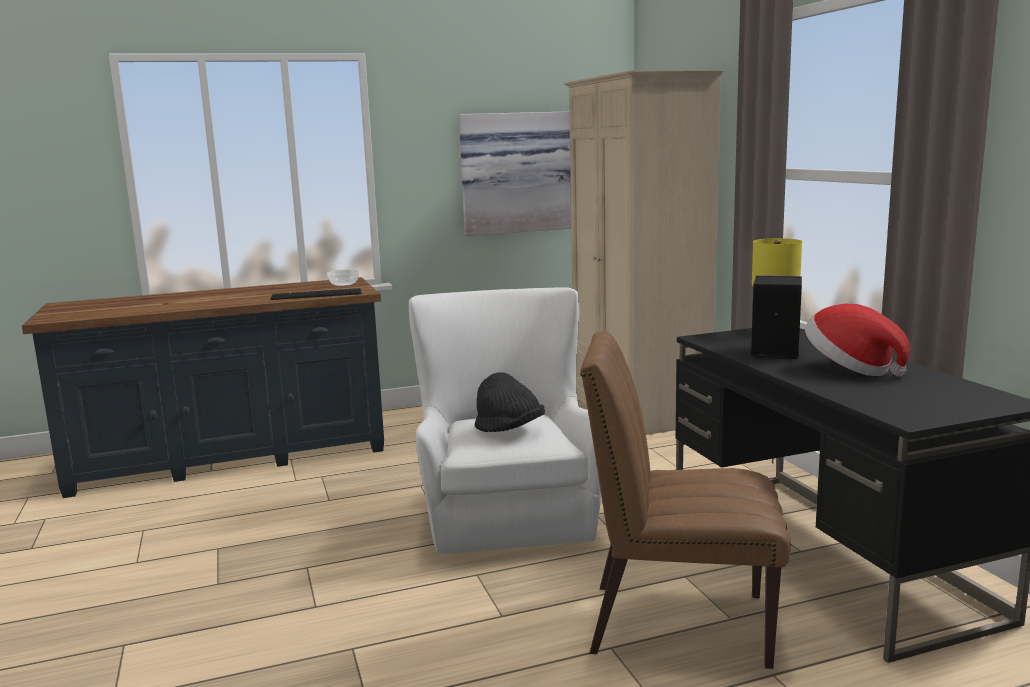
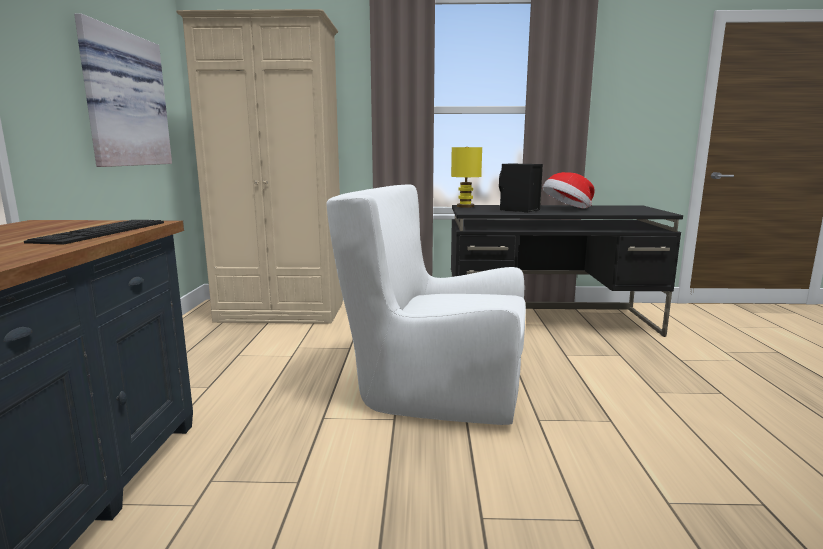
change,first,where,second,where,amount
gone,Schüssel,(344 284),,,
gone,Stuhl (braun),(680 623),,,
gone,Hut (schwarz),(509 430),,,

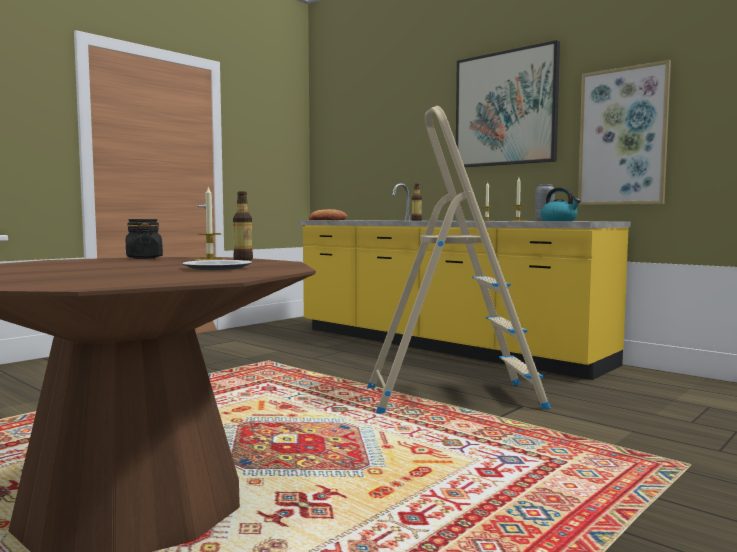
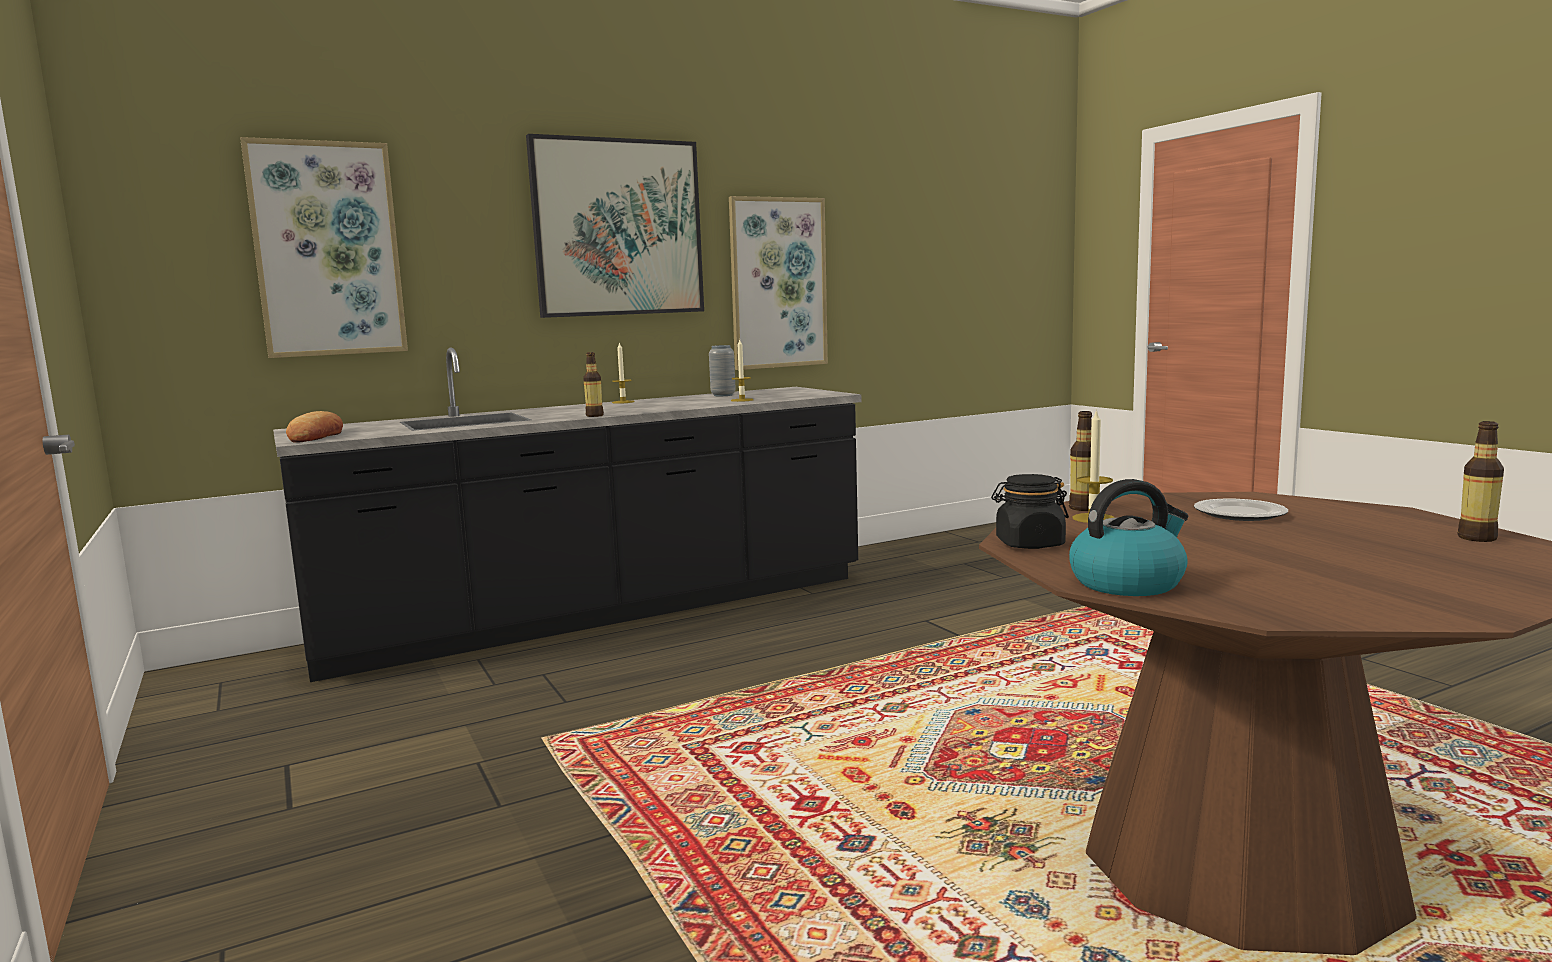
change,first,where,second,where,amount
gone,Trittleiter (beige),(454 397),,,
repainted,Küchenzeile (gelb),(440 346),Küchenzeile (schwarz),(601 613),
shifted,Wasserkessel,(559 221),,(1128 583),
new,,,Bild,(327 250),
new,,,Flasche,(1477 538),

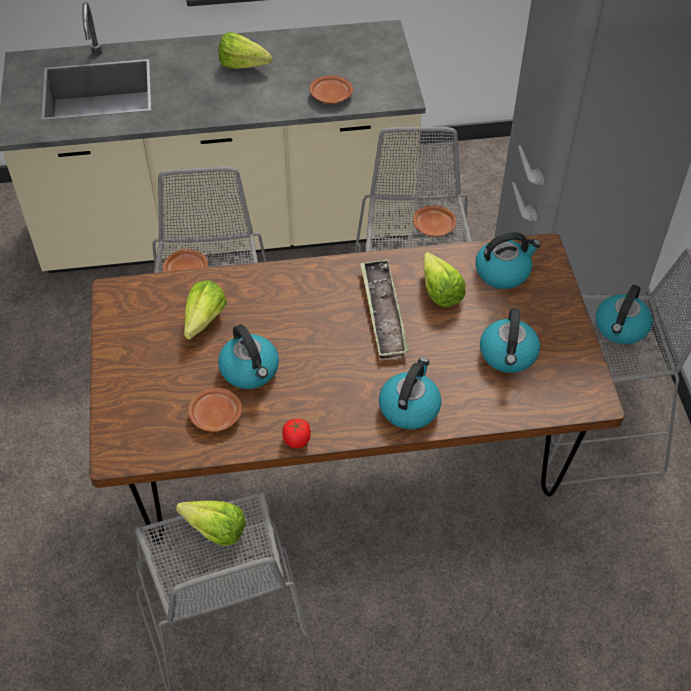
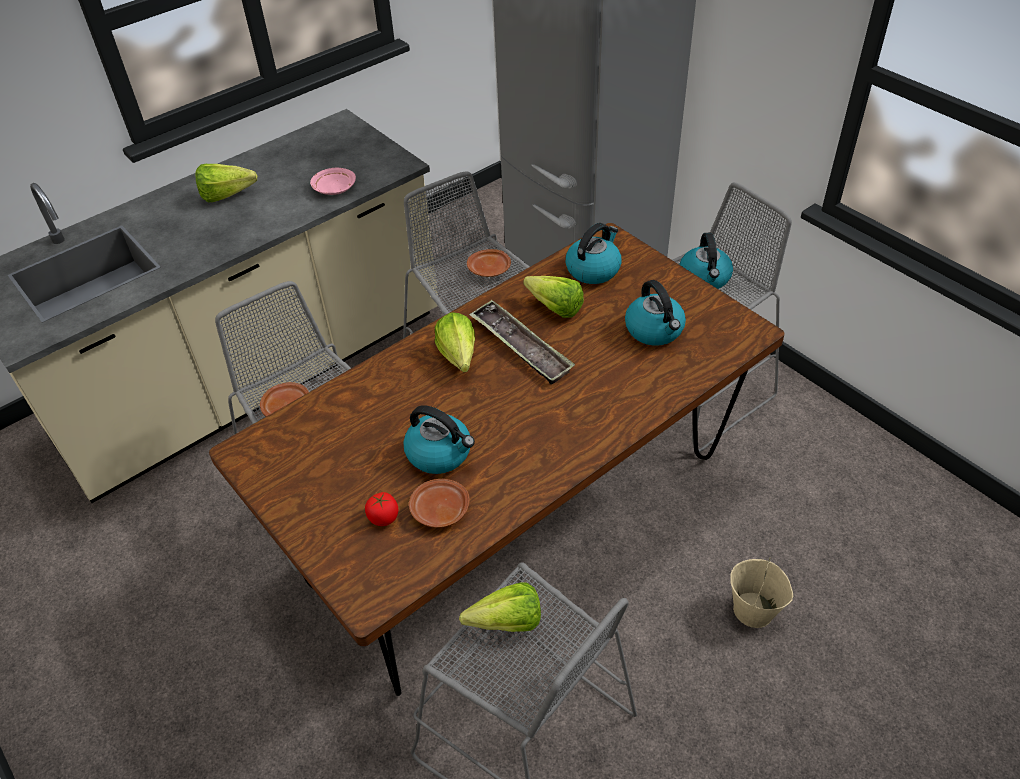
change,first,where,second,where,amount
repainted,Teller (braun),(330 96),Teller (rosa),(334 188),
shifted,Salatkopf,(201 325),,(458 360),
gone,Wasserkessel,(409 407),,,
shifted,Tomate,(297 440),,(383 517),
new,,,Eimer (beige),(754 610),

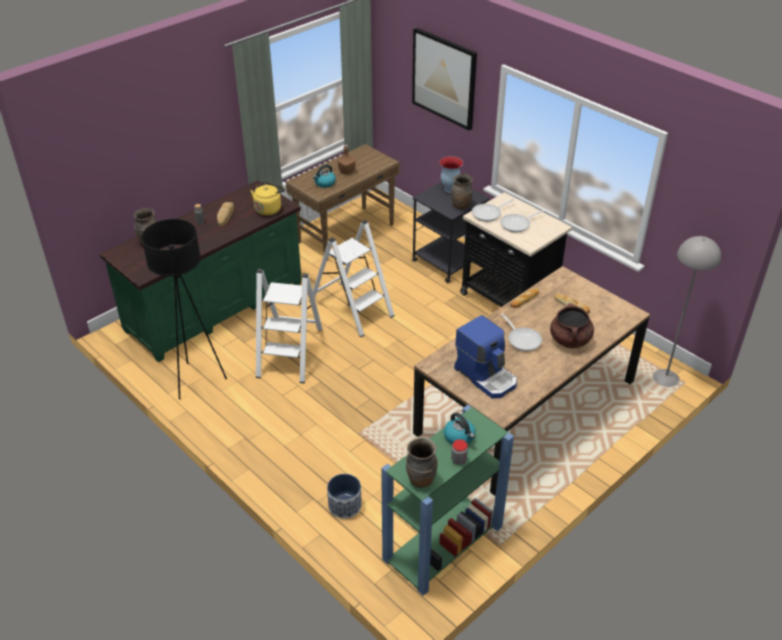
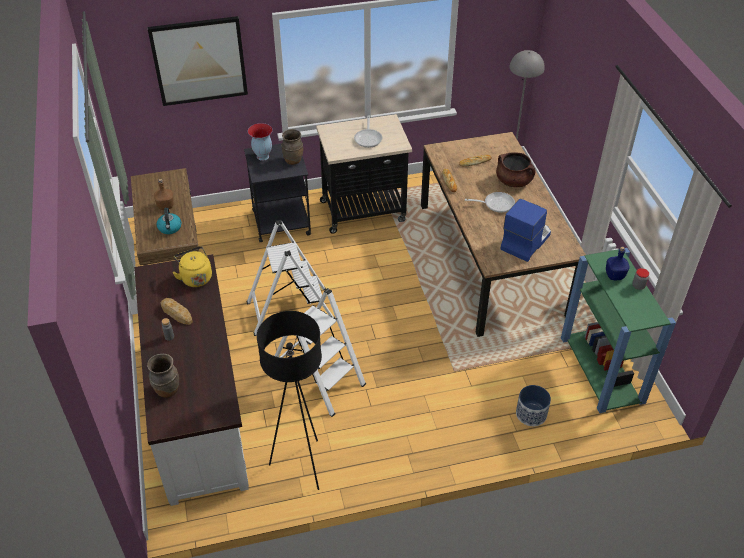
change,first,where,second,where,amount
repainted,Schrank (grün),(216 306),Schrank (weiß),(199 410),
gone,Pfanne,(488 214),,,
rotated,Kaffeemaschine,(486 376),,(525 241),45 degrees counterclockwise
swapped,Wasserkessel,(459 437),Flasche (blau),(614 275),
gone,Vase (braun),(420 479),,,

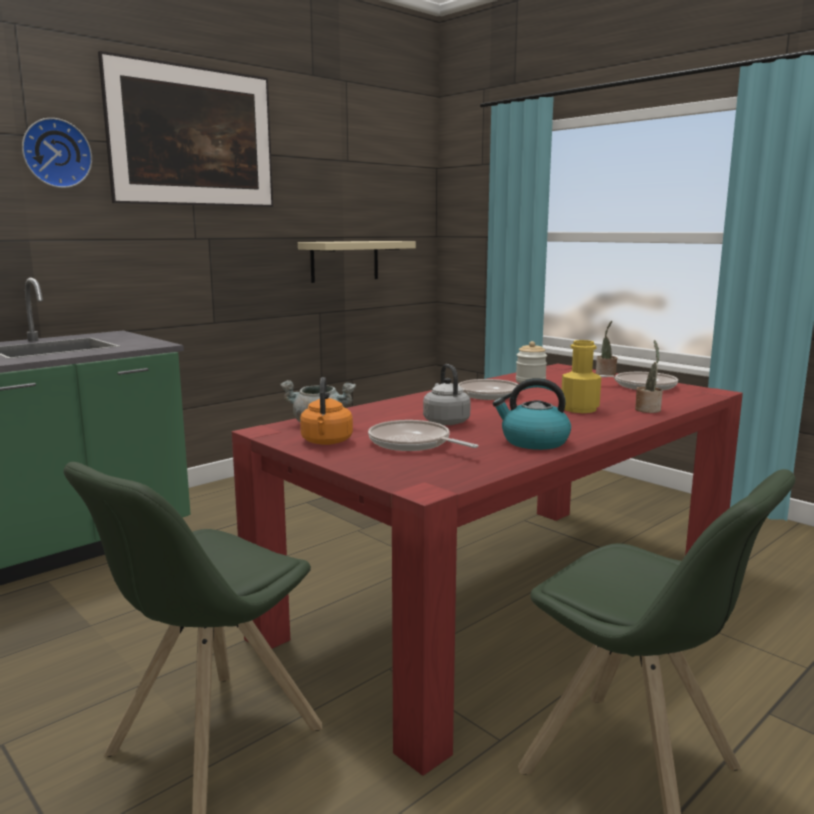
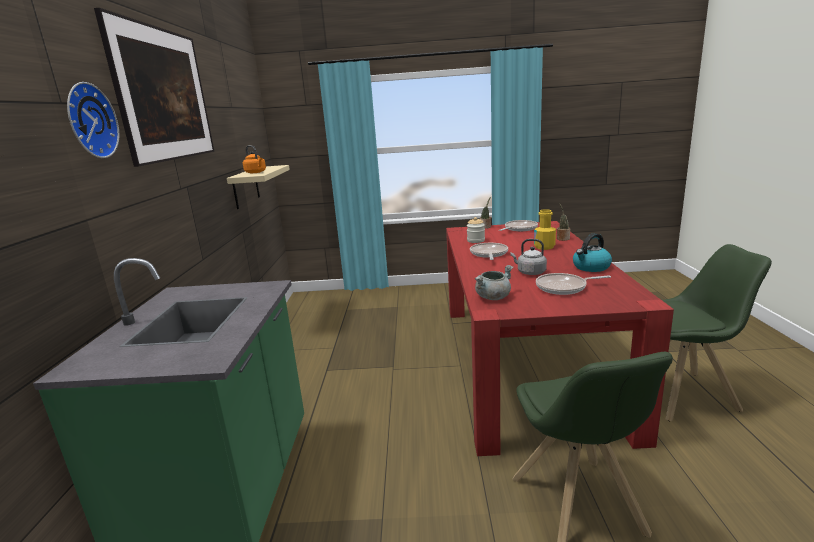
change,first,where,second,where,amount
shifted,Wasserkessel (orange),(326 442),,(256 172),

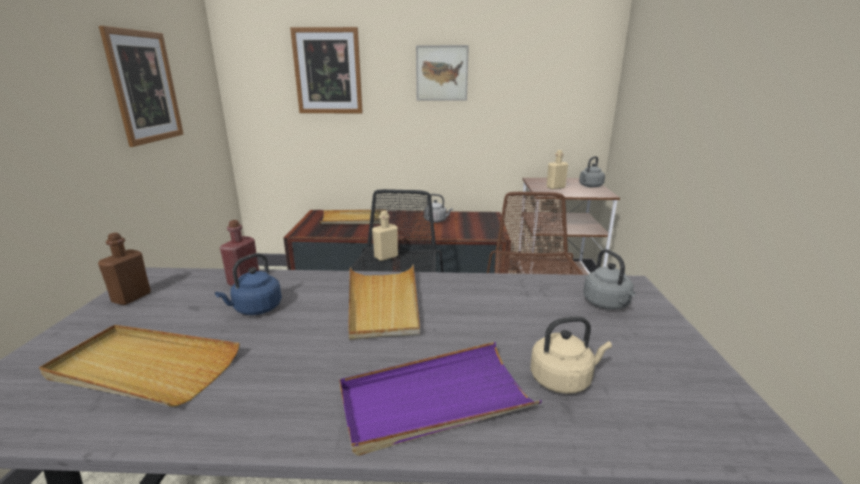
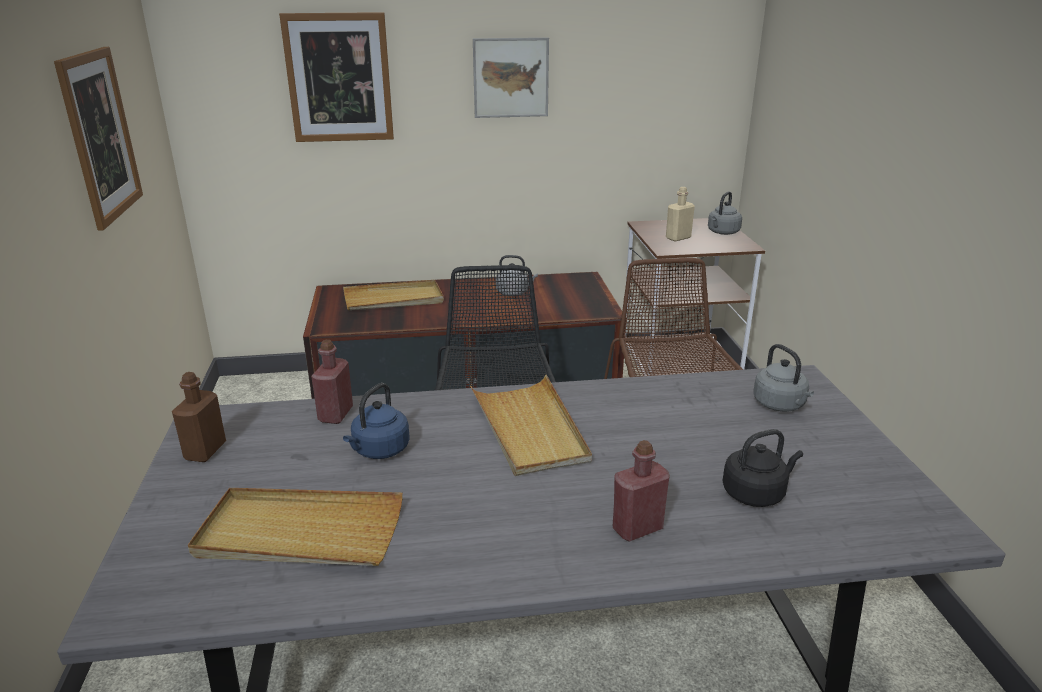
change,first,where,second,where,amount
gone,Flasche (beige),(386 257),,,
repainted,Wasserkessel (beige),(563 379),Wasserkessel (schwarz),(756 493),
swapped,Tablett (lila),(434 400),Flasche (rot),(637 528),

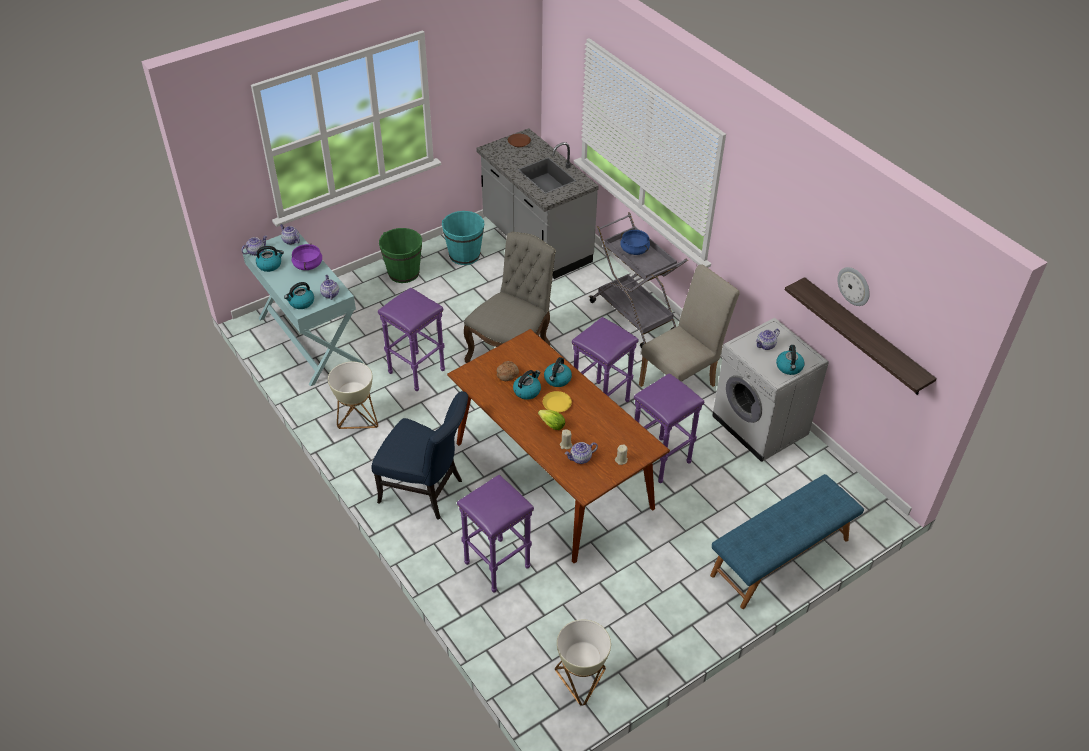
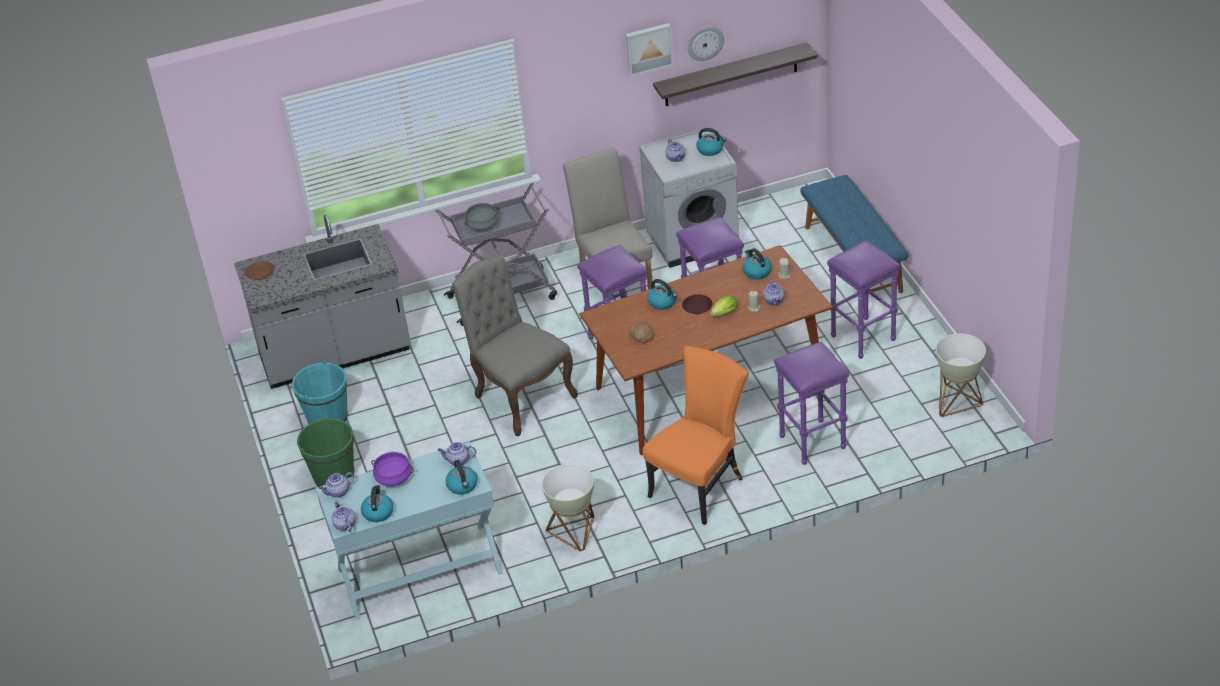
change,first,where,second,where,amount
repainted,Kochtopf (blau),(634 250),Kochtopf (grau),(483 225),
shifted,Hocker (lila),(416 372),,(864 337),
shifted,Wasserkessel,(527 391),,(756 272),
repainted,Stuhl (blau),(426 491),Stuhl (orange),(701 485),
repainted,Teller (gelb),(556 404),Teller (braun),(697 307),
new,,,Bild,(648 48),

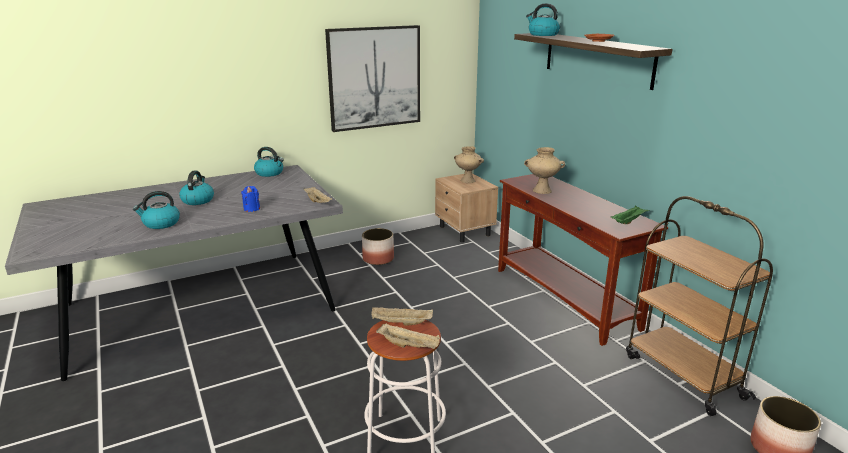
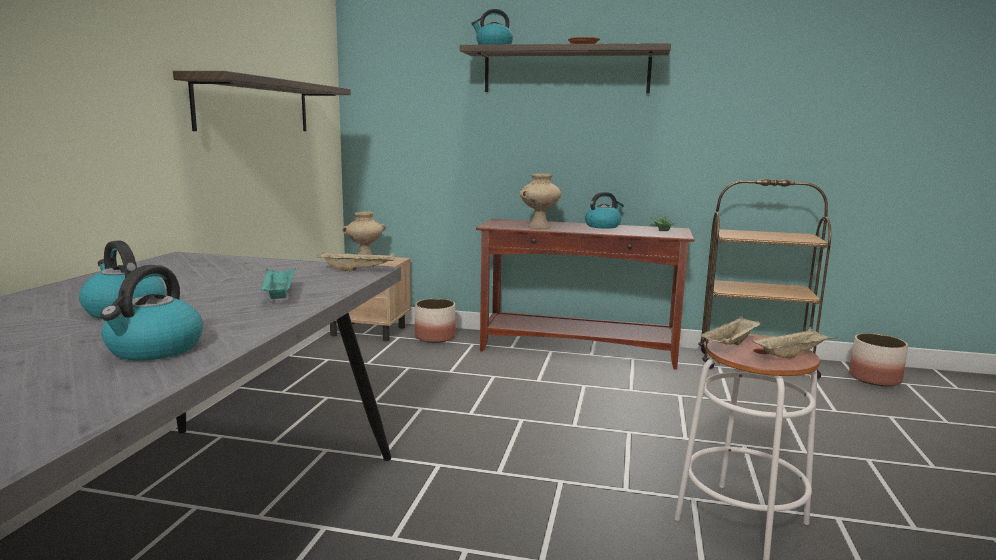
change,first,where,second,where,amount
swapped,Bild,(374 78),Wandregal,(255 106),
shifted,Wasserkessel,(270 173),,(603 226),
swapped,Kerze (blau),(252 209),Tablett (türkis),(279 295),
shifted,Pflanzkübel,(378 259),,(435 337),

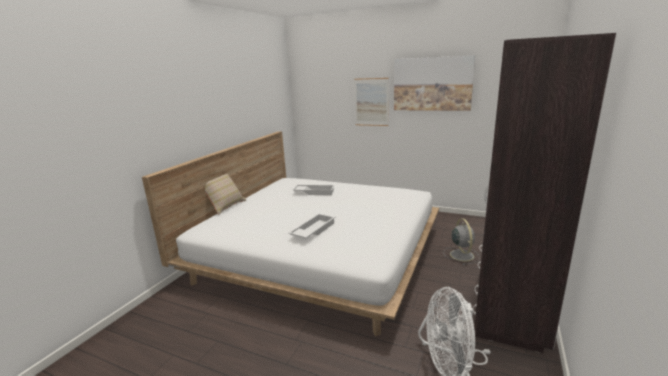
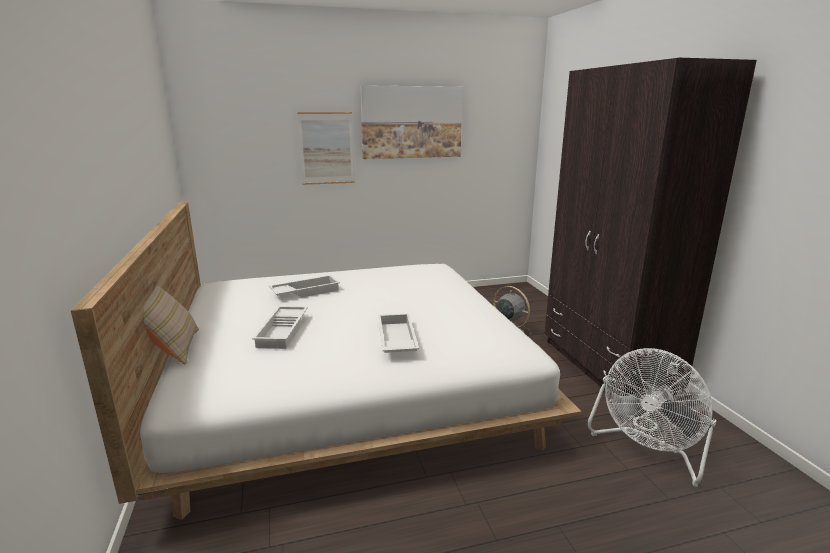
change,first,where,second,where,amount
new,,,Tablett (weiß),(283 331),

